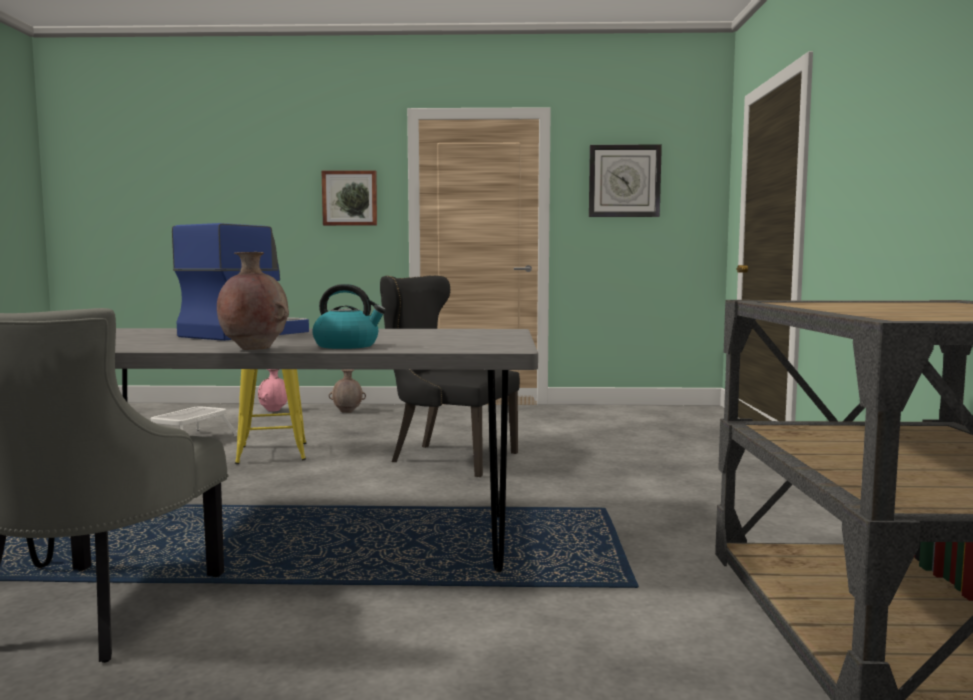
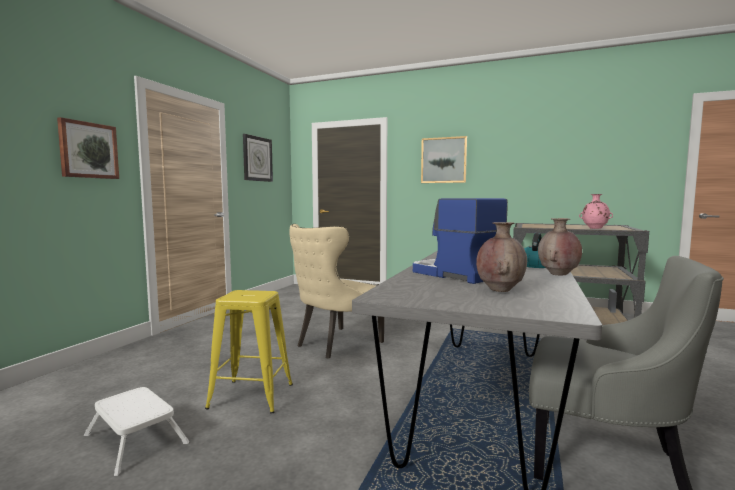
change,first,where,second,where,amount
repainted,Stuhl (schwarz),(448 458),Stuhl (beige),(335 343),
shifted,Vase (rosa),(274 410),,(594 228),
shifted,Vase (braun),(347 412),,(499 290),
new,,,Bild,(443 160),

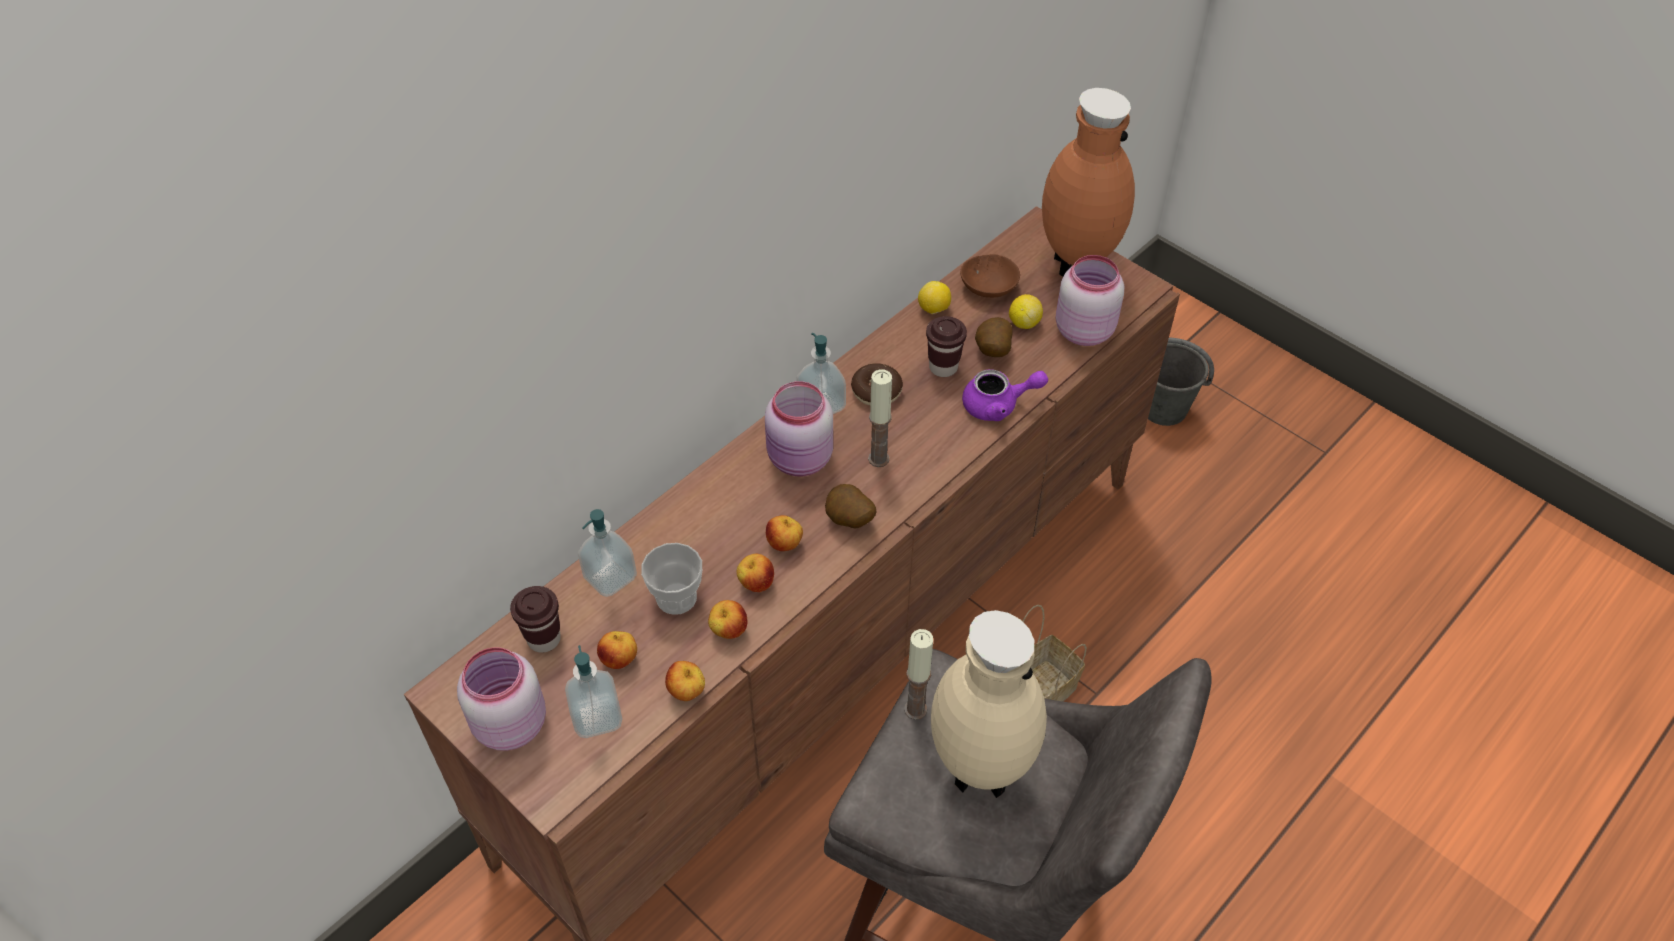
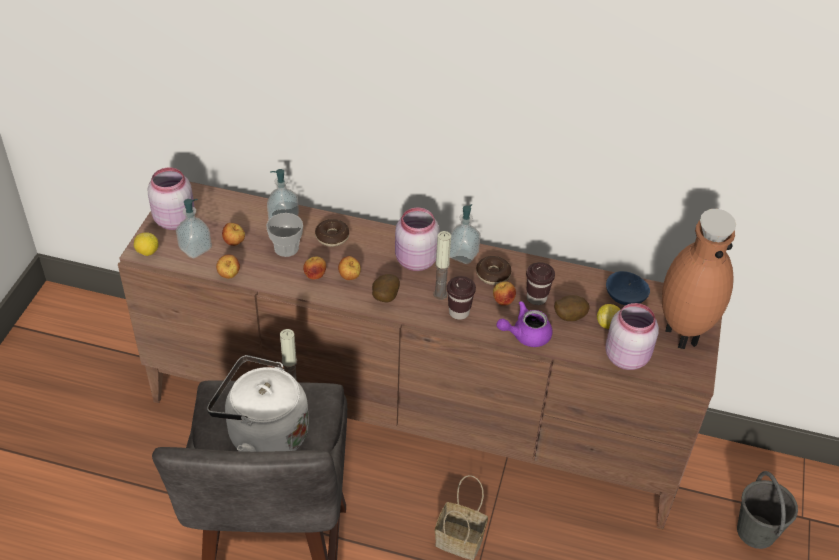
change,first,where,second,where,amount
repainted,Schüssel (braun),(988 288),Schüssel (blau),(624 296),
shifted,Zitrone,(934 309),,(147 252),
rotated,Teekanne (lila),(998 405),,(525 335),105 degrees clockwise
shifted,Tasse (braun),(544 639),,(459 312),
shifted,Apfel,(728 630),,(503 301),
swapped,Vase (beige),(977 774),Wasserkessel (weiß),(263 433),
new,,,Donut,(332 237),

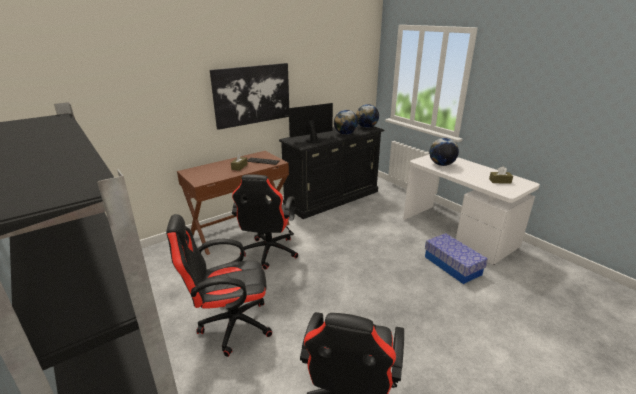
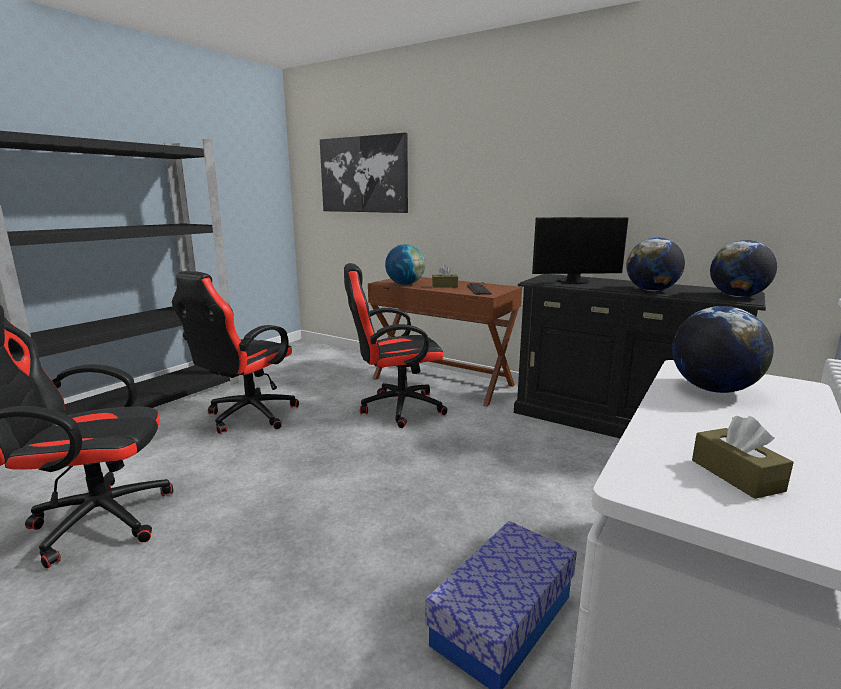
change,first,where,second,where,amount
shifted,Bild,(252 95),,(363 174),
rotated,Monitor,(313 140),,(574 282),135 degrees clockwise
rotated,Bürostuhl (schwarz),(229 326),,(246 418),120 degrees counterclockwise
new,,,Globus,(405 284),

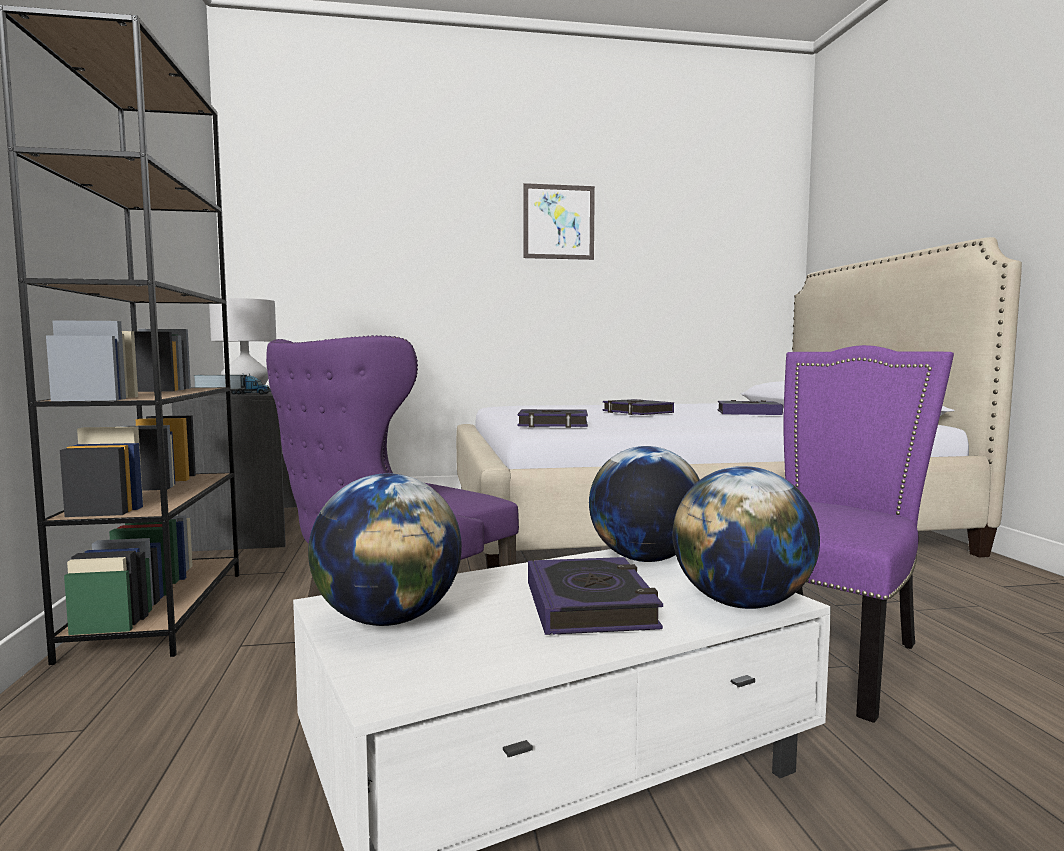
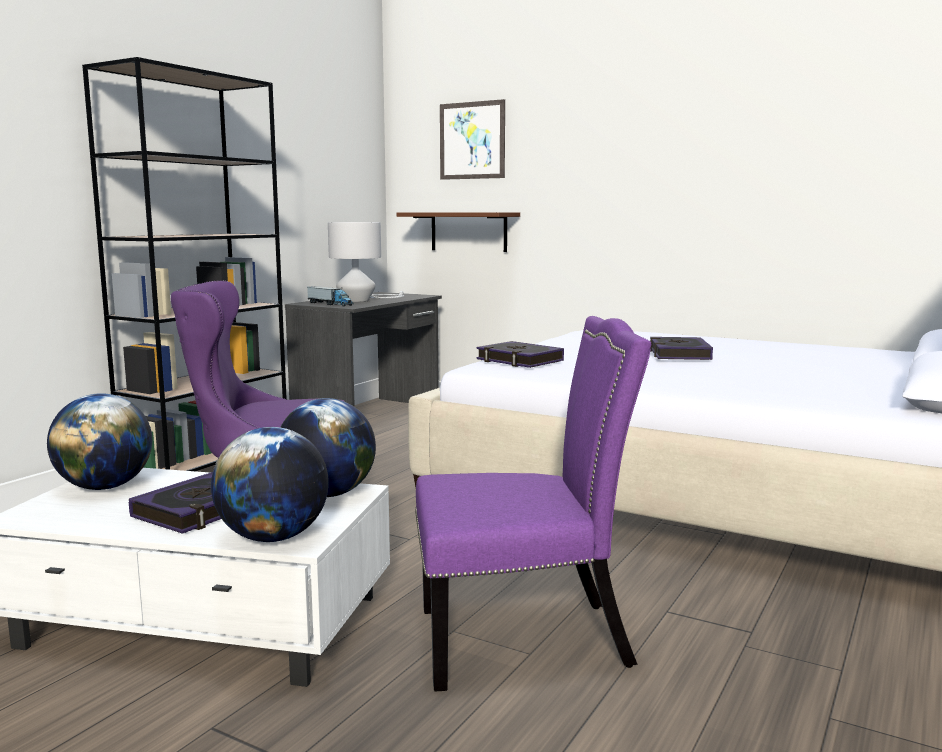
change,first,where,second,where,amount
shifted,Bild,(558 222),,(472 140),
gone,Buch,(748 413),,,
new,,,Wandregal (braun),(468 231),

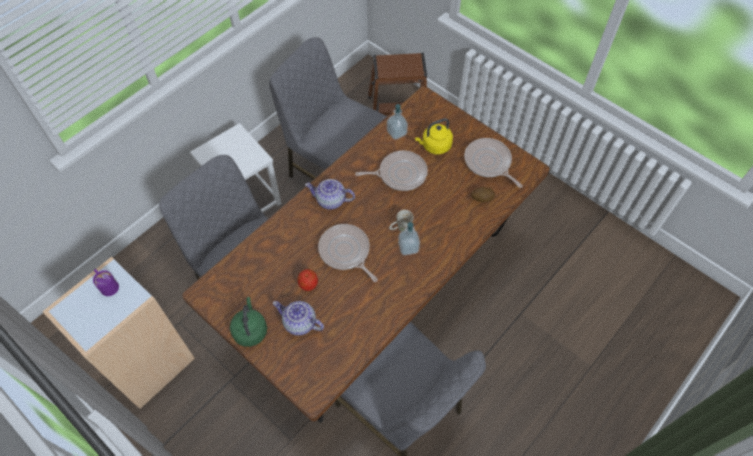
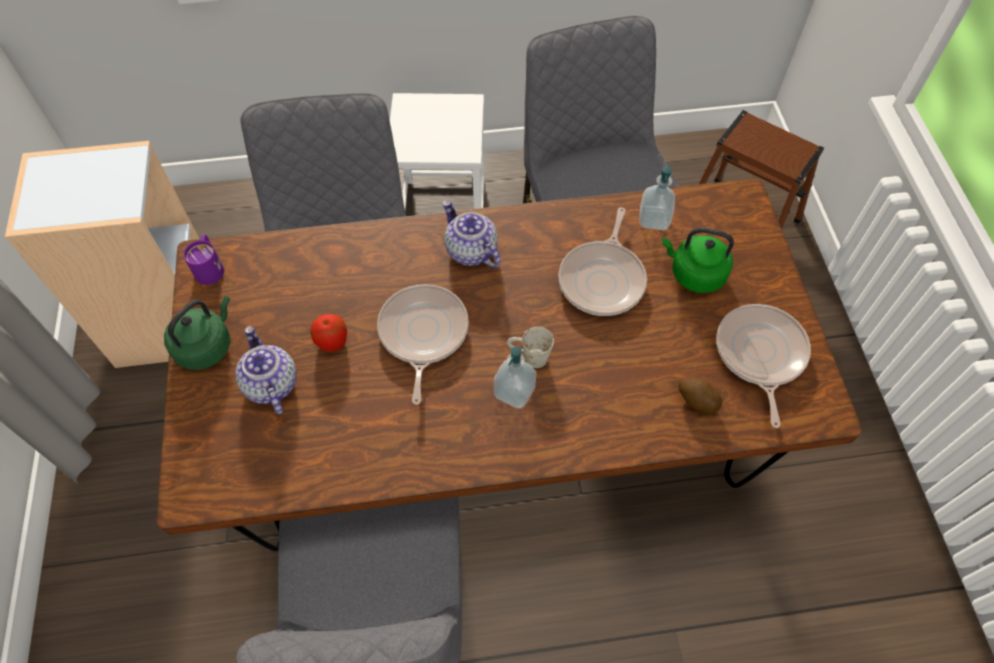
change,first,where,second,where,amount
repainted,Wasserkessel (gelb),(434 146),Wasserkessel (grün),(694 274),
rotated,Pfanne,(400 174),,(603 279),75 degrees clockwise
shifted,Henkelbecher (lila),(107 285),,(210 267),

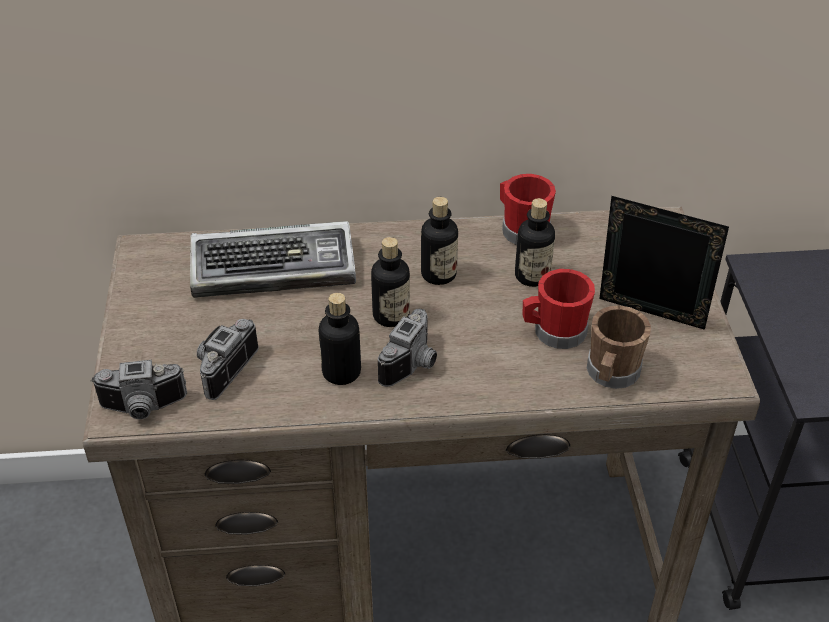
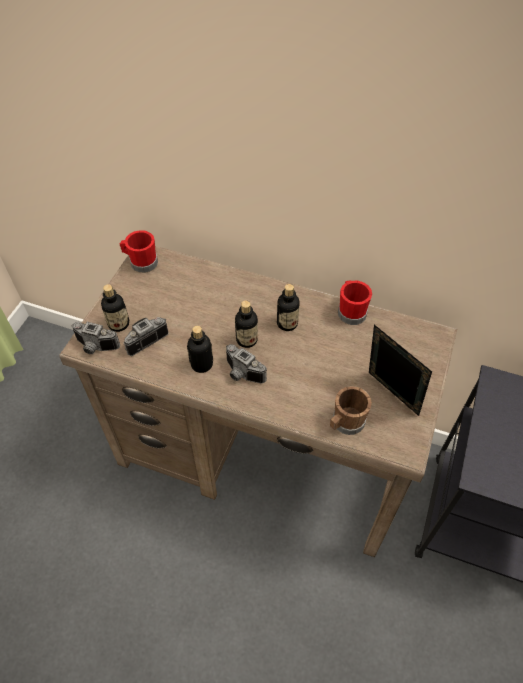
change,first,where,second,where,amount
shifted,Flasche,(532 276),,(118 324),
gone,Tastatur,(275 267),,,
shifted,Henkelbecher (rot),(554 332),,(141 262),
rotated,Kamera,(414 364),,(241 374),75 degrees clockwise

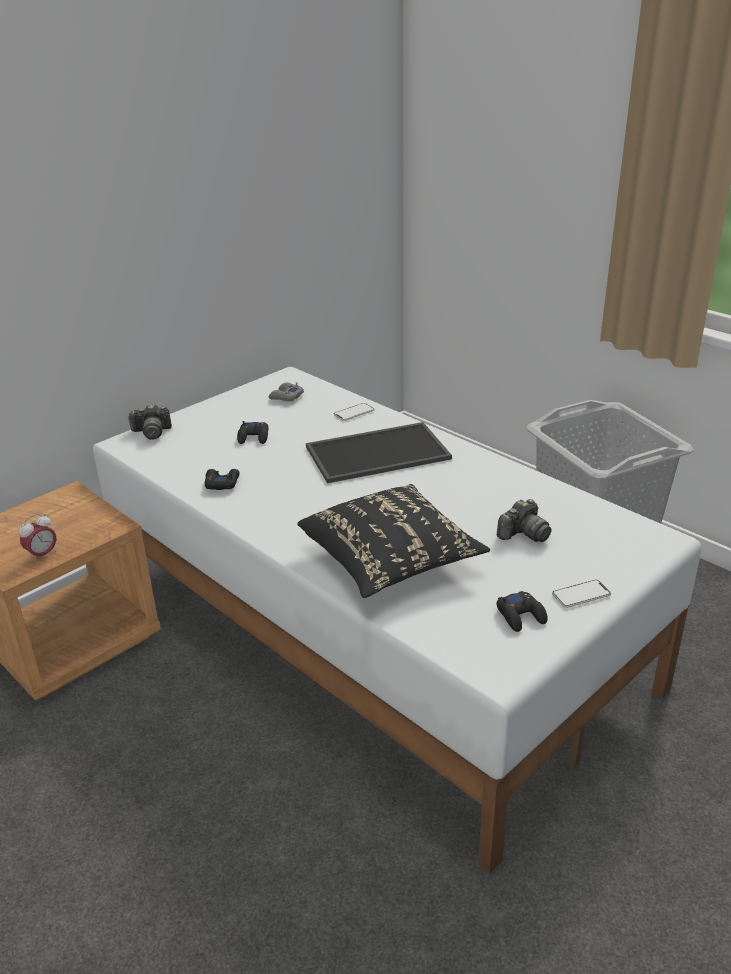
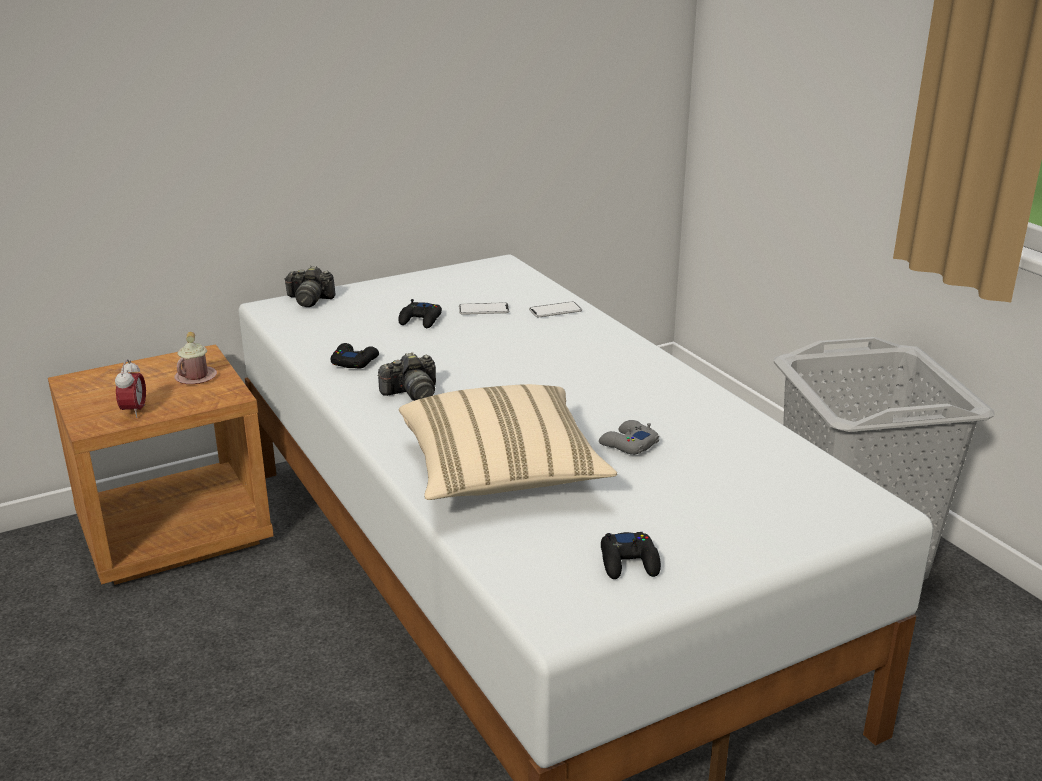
change,first,where,second,where,amount
shifted,Gamepad (grau),(286 397),,(628 444),
gone,Tablett,(378 451),,,
repainted,Kissen (schwarz),(390 561),Kissen (beige),(501 473),
shifted,Kamera,(523 534),,(412 393),
rotated,Wecker,(42 555),,(134 411),60 degrees counterclockwise
shifted,Handy,(581 595),,(484 310),
new,,,Henkelbecher (rosa),(196 377),

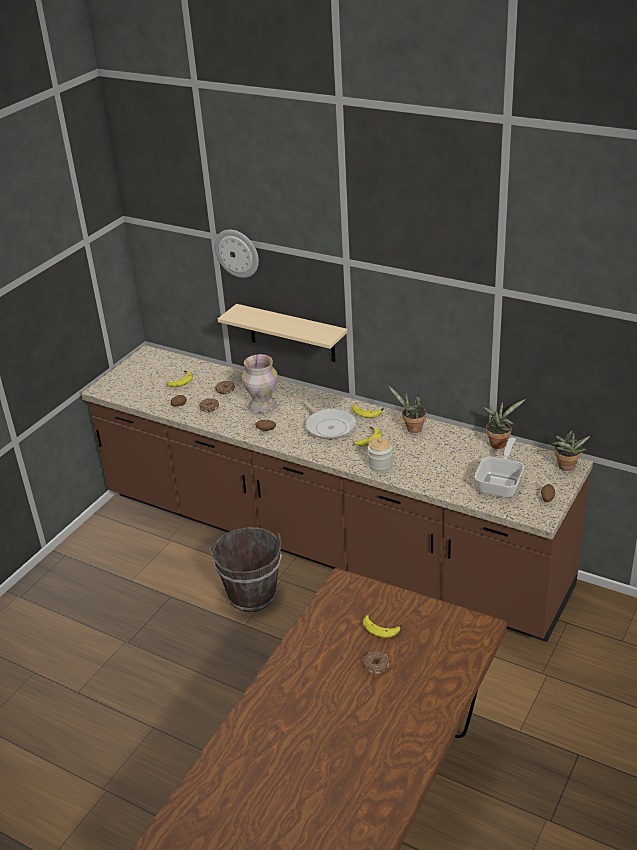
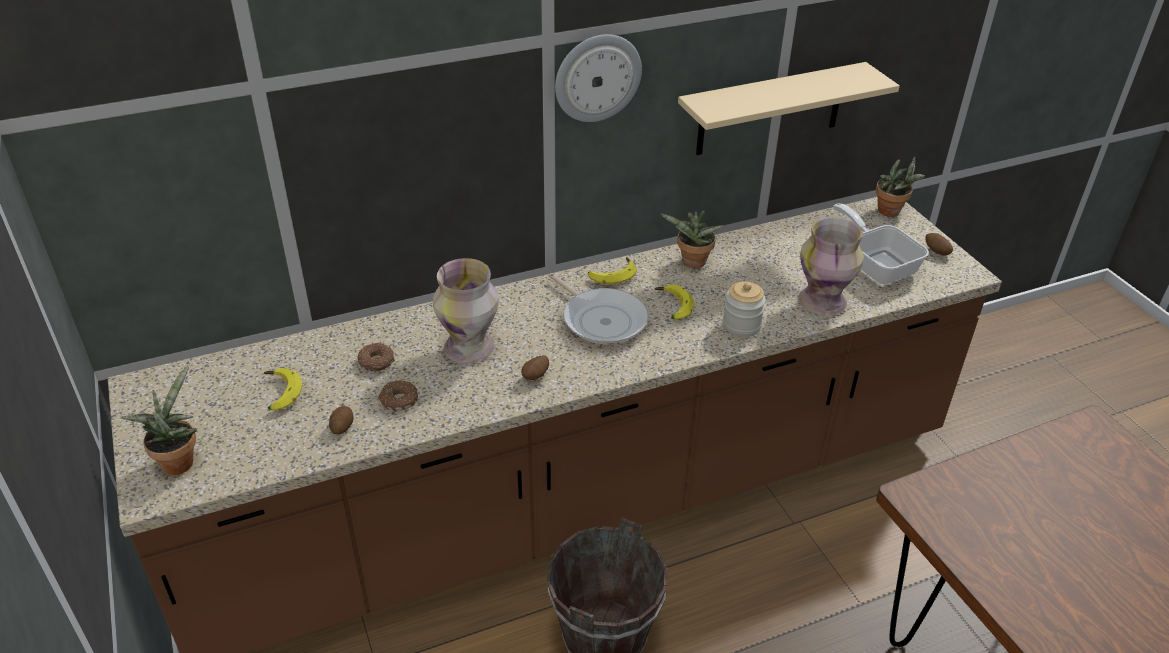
change,first,where,second,where,amount
shifted,Wanduhr,(237 253),,(597 77),
shifted,Wandregal (beige),(291 333),,(770 109),
shifted,Topfpflanze,(499 443),,(178 460),
rotated,Pfanne,(329 426),,(601 319),45 degrees clockwise
gone,Banane,(382 627),,,
gone,Donut,(375 665),,,
new,,,Vase,(823 302),

